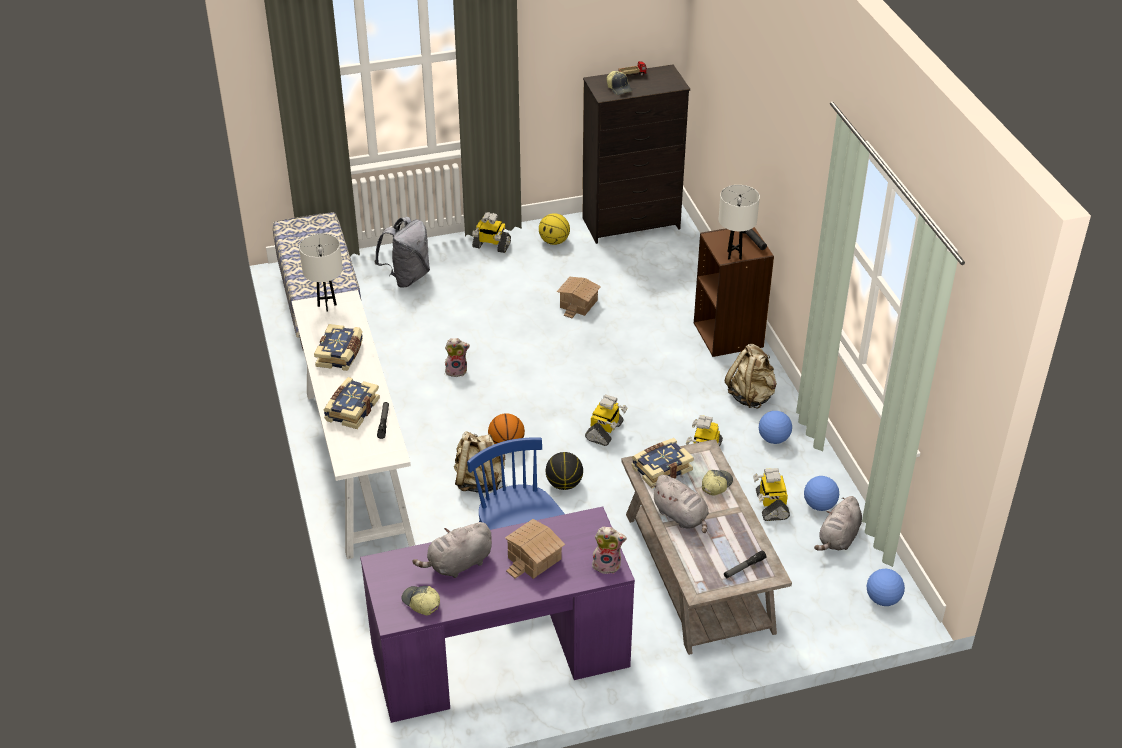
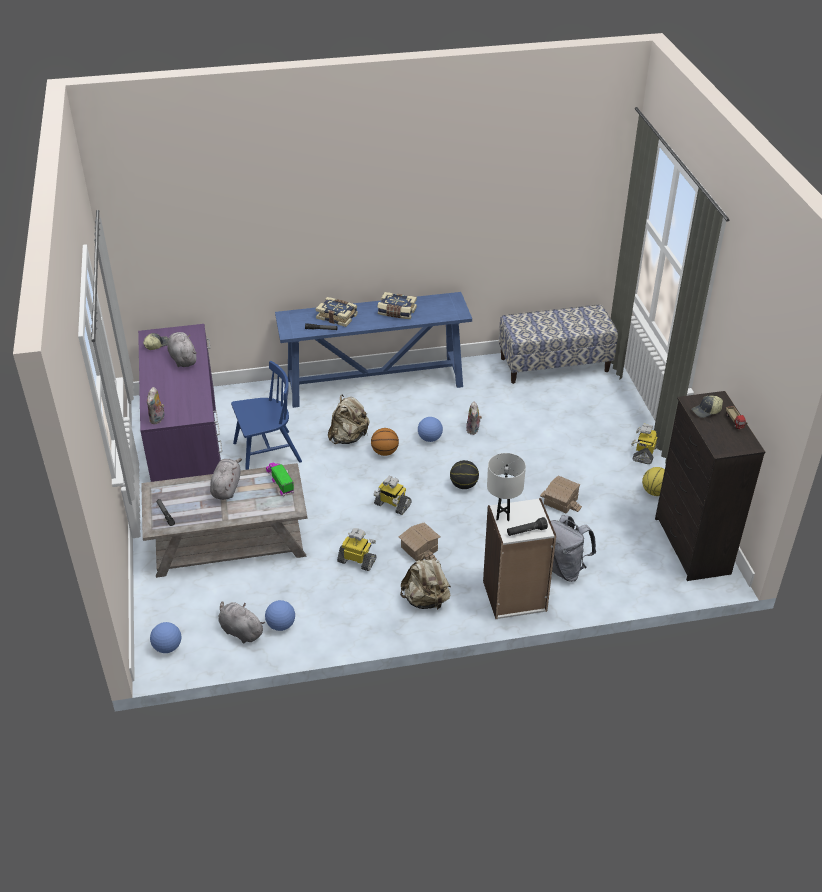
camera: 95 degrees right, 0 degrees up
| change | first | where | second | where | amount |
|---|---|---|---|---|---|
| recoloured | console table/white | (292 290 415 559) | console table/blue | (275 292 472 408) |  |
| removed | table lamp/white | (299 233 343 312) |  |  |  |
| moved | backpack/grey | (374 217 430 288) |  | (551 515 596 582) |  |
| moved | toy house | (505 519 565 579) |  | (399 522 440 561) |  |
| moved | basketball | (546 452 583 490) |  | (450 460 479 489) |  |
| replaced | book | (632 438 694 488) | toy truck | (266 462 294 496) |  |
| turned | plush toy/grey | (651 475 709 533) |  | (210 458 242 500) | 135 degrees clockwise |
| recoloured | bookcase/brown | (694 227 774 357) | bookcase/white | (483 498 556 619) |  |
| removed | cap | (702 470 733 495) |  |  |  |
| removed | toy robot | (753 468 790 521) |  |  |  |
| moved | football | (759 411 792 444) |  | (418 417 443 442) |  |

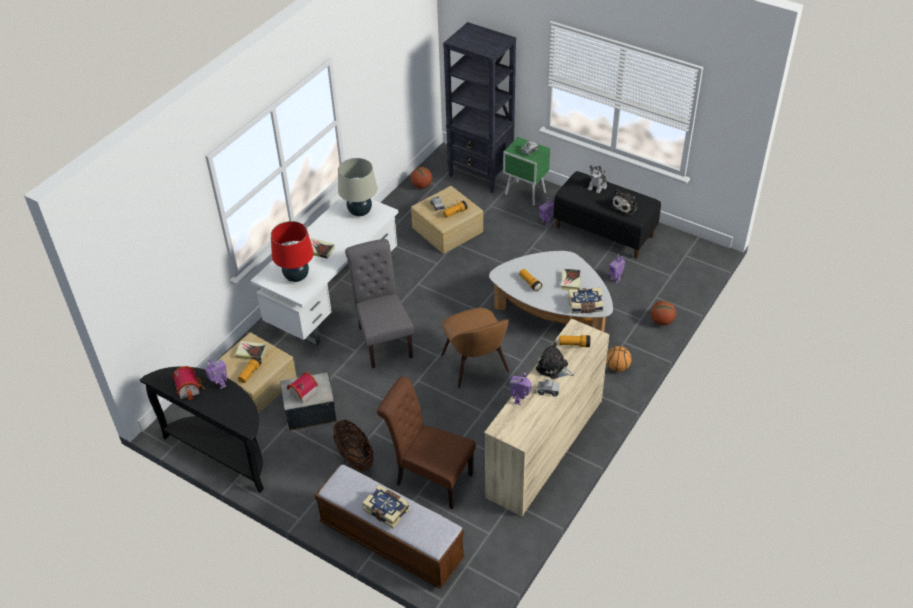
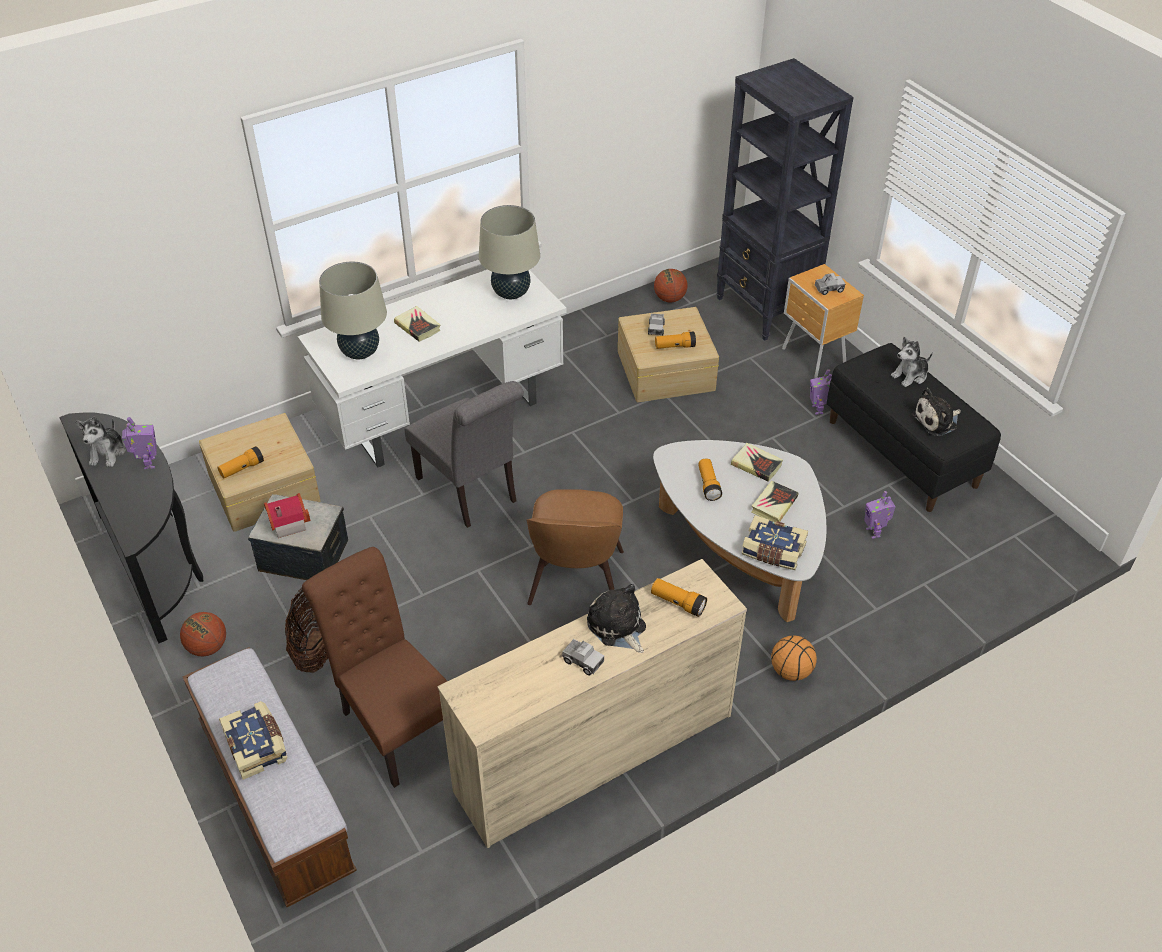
camera: 25 degrees right, 0 degrees up
| change | first | where | second | where | amount |
|---|---|---|---|---|---|
| replaced | toy house | (173 366 205 400) | plush toy | (76 417 126 467) |  |
| moved | book | (235 341 266 360) |  | (731 443 783 482) |  |
| recoloured | table lamp/red | (271 221 314 282) | table lamp/beige | (319 262 387 359) |  |
| turned | chair/grey | (345 239 414 368) |  | (404 381 524 528) | 135 degrees clockwise |
| recoloured | nightstand/green | (503 137 550 206) | nightstand/brown | (782 264 864 378) |  |
| removed | toy robot | (510 373 531 405) |  |  |  |
| moved | basketball | (651 301 676 326) |  | (180 612 226 656) |  |

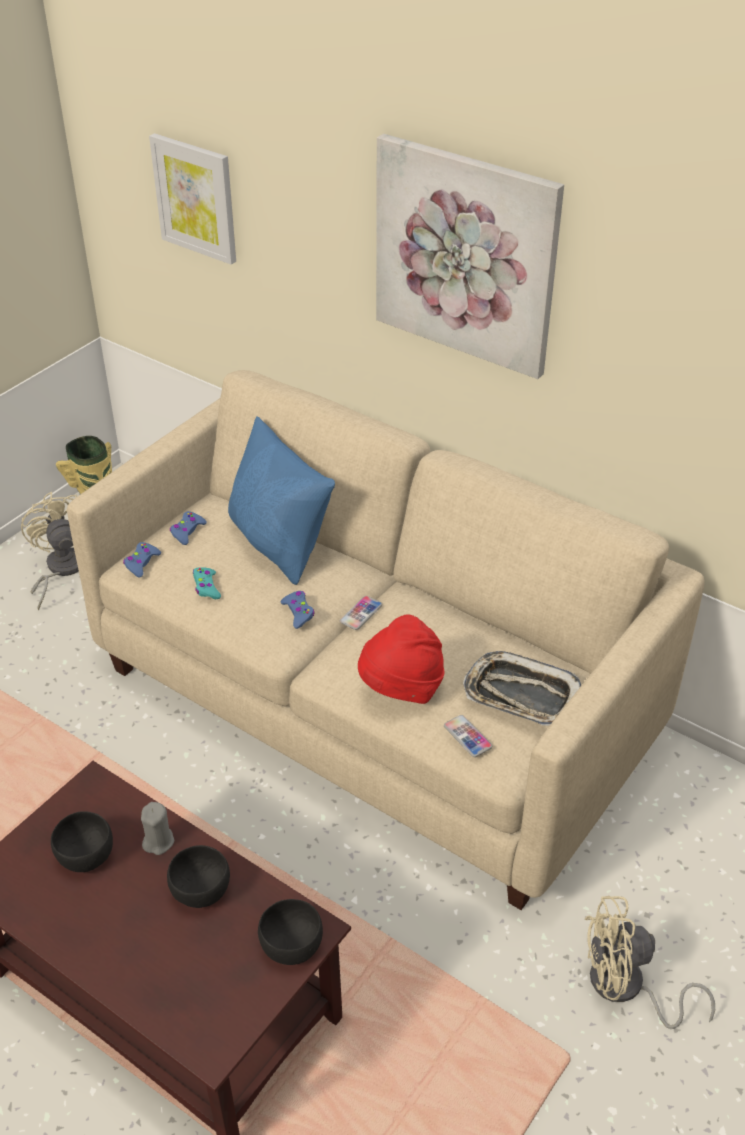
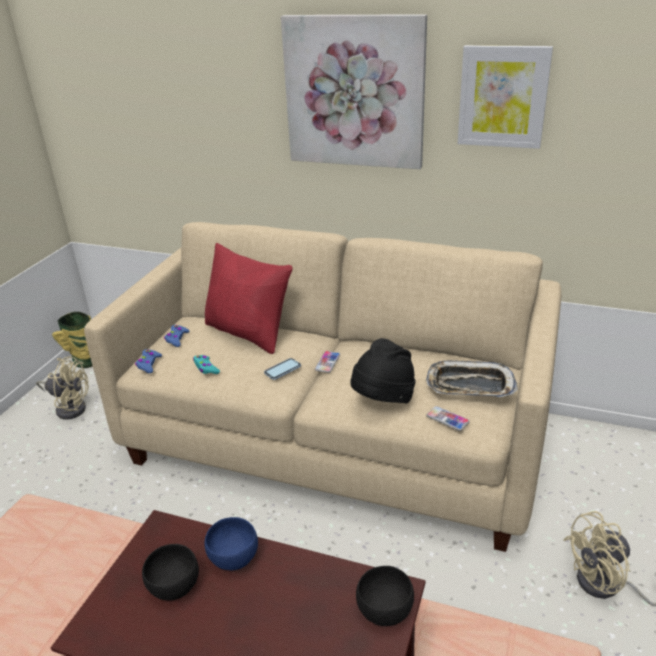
camera: 15 degrees left, 10 degrees down
| change | first | where | second | where | amount |
|---|---|---|---|---|---|
| turned | fan/beige | (21 492 79 610) |  | (36 356 89 420) | 135 degrees clockwise |
| replaced | candle/grey | (141 802 175 855) | bowl/blue | (205 517 258 570) |  |
| moved | picture | (149 133 236 265) |  | (458 45 553 149) |  |
| removed | bowl/black | (167 845 230 908) |  |  |  |
| recoloured | pillow/blue | (228 416 335 585) | pillow/red | (205 243 293 354) |  |
| replaced | game controller/blue | (281 591 314 629) | phone | (264 358 301 380) |  |
| recoloured | hat/red | (358 614 444 704) | hat/black | (350 338 416 403) |  |

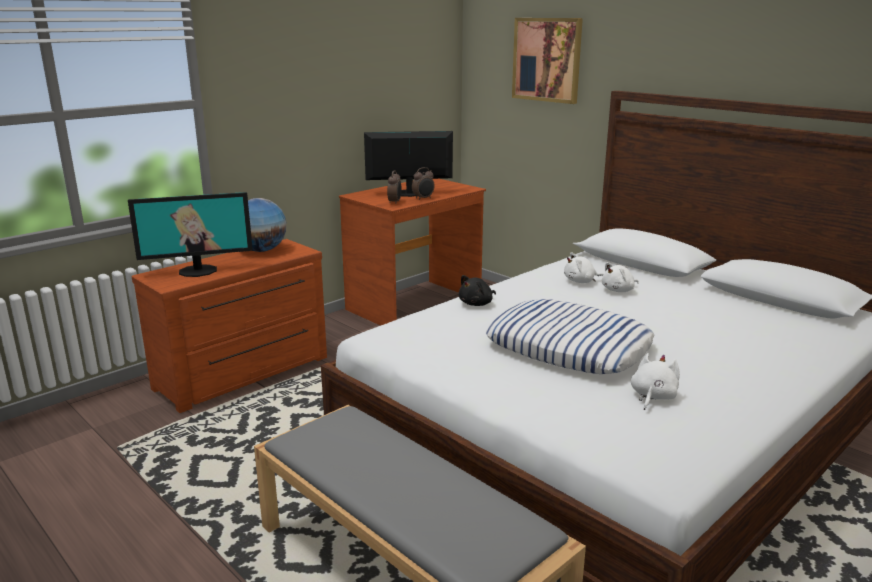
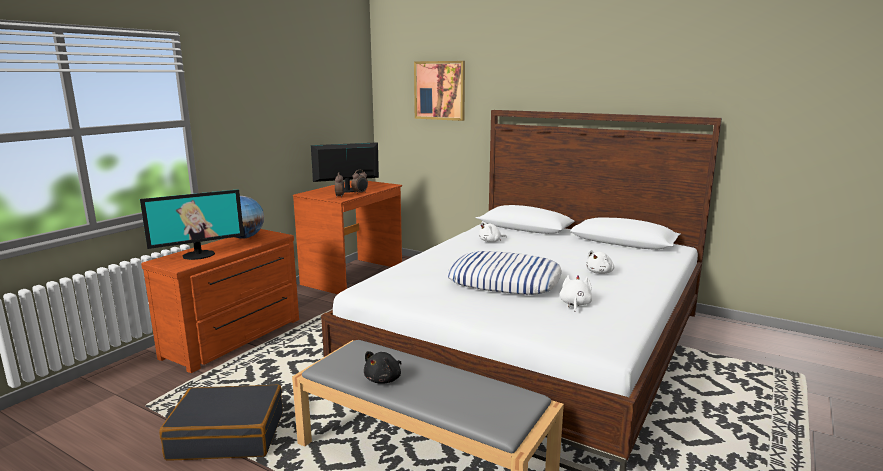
camera: 15 degrees left, 5 degrees down
| change | first | where | second | where | amount |
|---|---|---|---|---|---|
| moved | plush toy/black | (459 275 496 306) |  | (364 351 402 383) |  |
| moved | plush toy/white | (602 262 639 292) |  | (586 250 614 274) |  |
| added |  |  | suitcase/black | (159 384 283 460) |  |

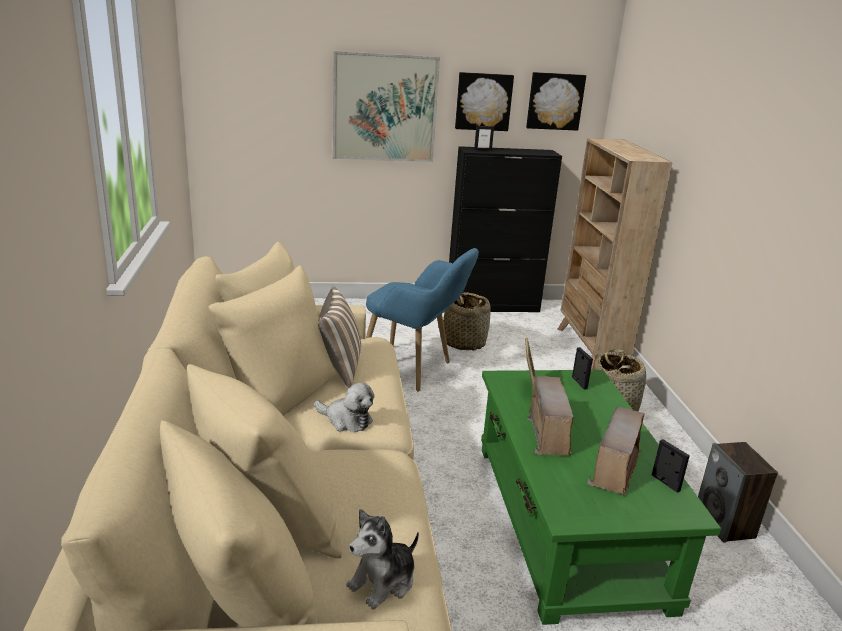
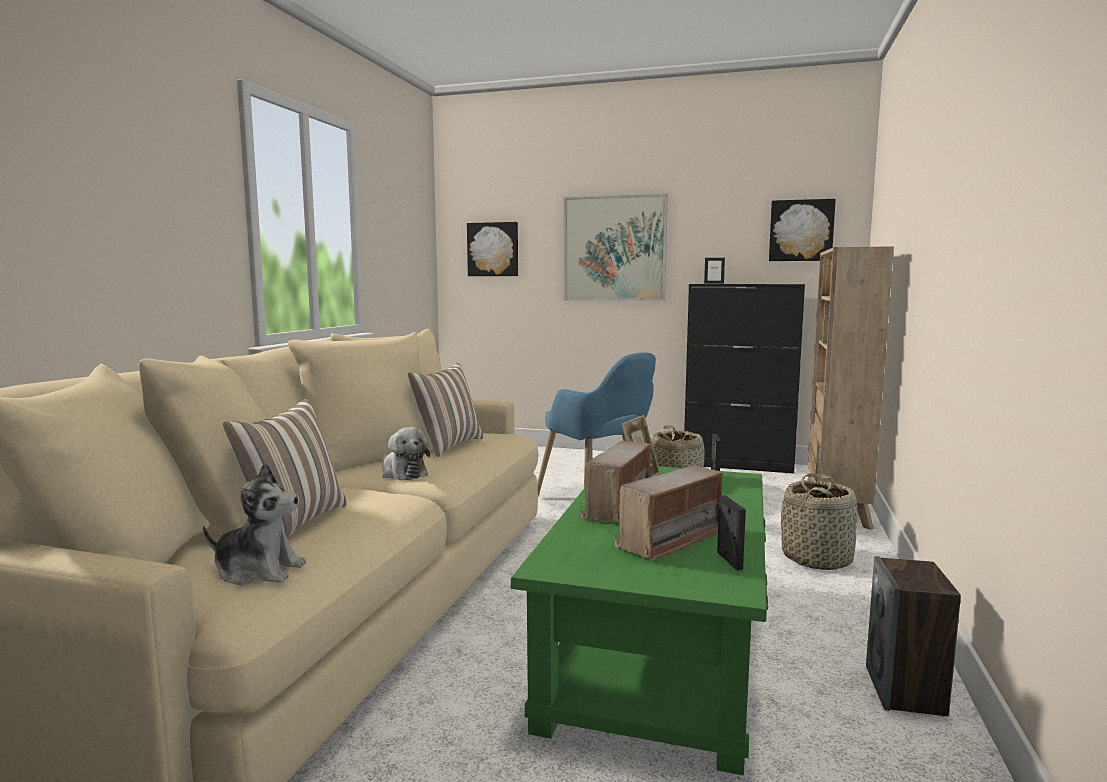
camera: 25 degrees right, 15 degrees down
| change | first | where | second | where | amount |
|---|---|---|---|---|---|
| turned | plush toy | (346 509 419 609) |  | (203 463 306 585) | 150 degrees counterclockwise |
| moved | picture | (455 72 514 131) |  | (467 222 518 276) |  |
| added |  |  | pillow | (223 399 347 538) |  |

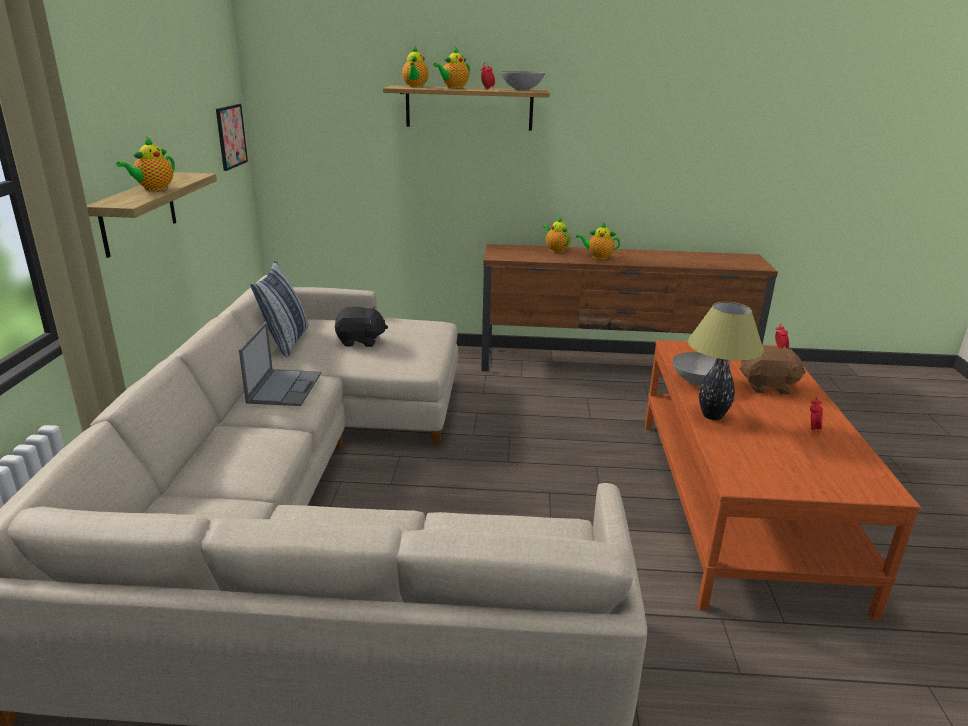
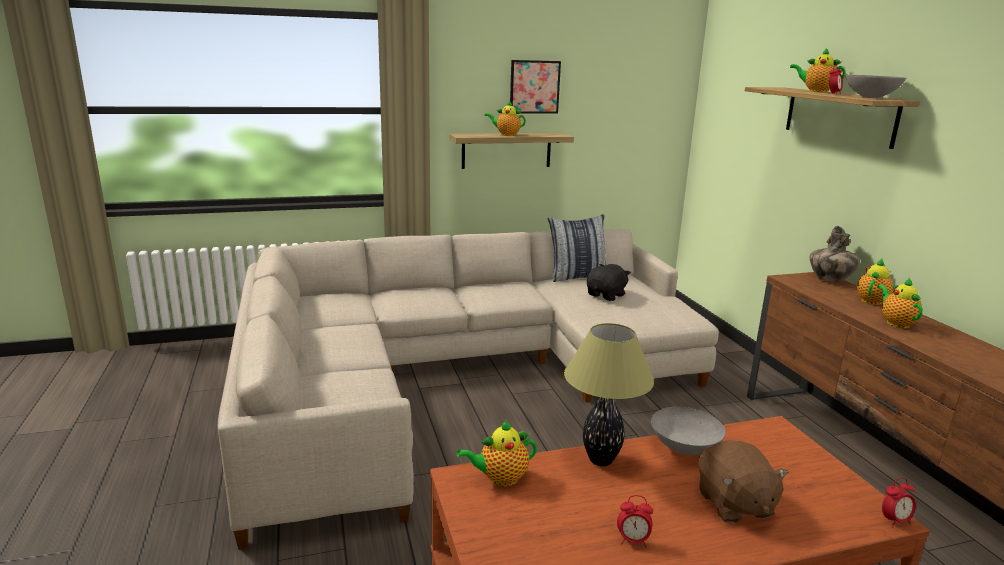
camera: 70 degrees right, 5 degrees down
| change | first | where | second | where | amount |
|---|---|---|---|---|---|
| moved | picture | (216 104 248 171) |  | (510 60 561 114) |  |
| removed | laptop | (239 322 321 406) |  |  |  |
| turned | plush toy/black | (335 307 388 347) |  | (587 264 631 301) | 120 degrees counterclockwise |
| moved | teapot | (402 46 429 87) |  | (456 420 537 487) |  |
| added |  |  | vase | (810 226 860 282) |  |

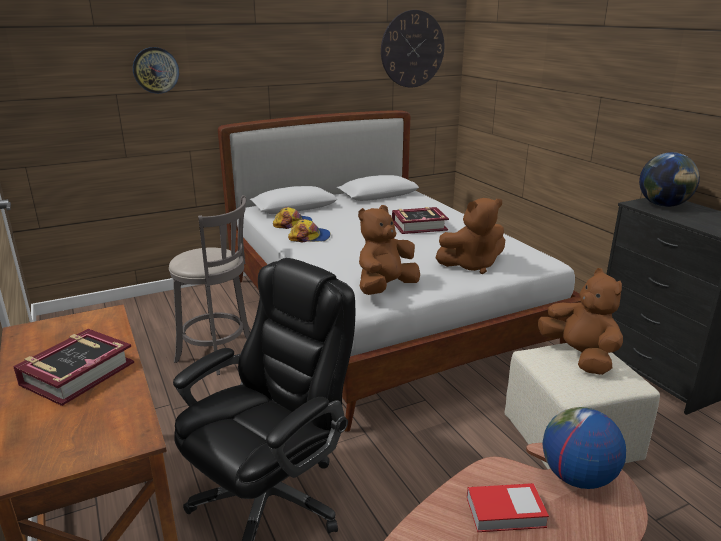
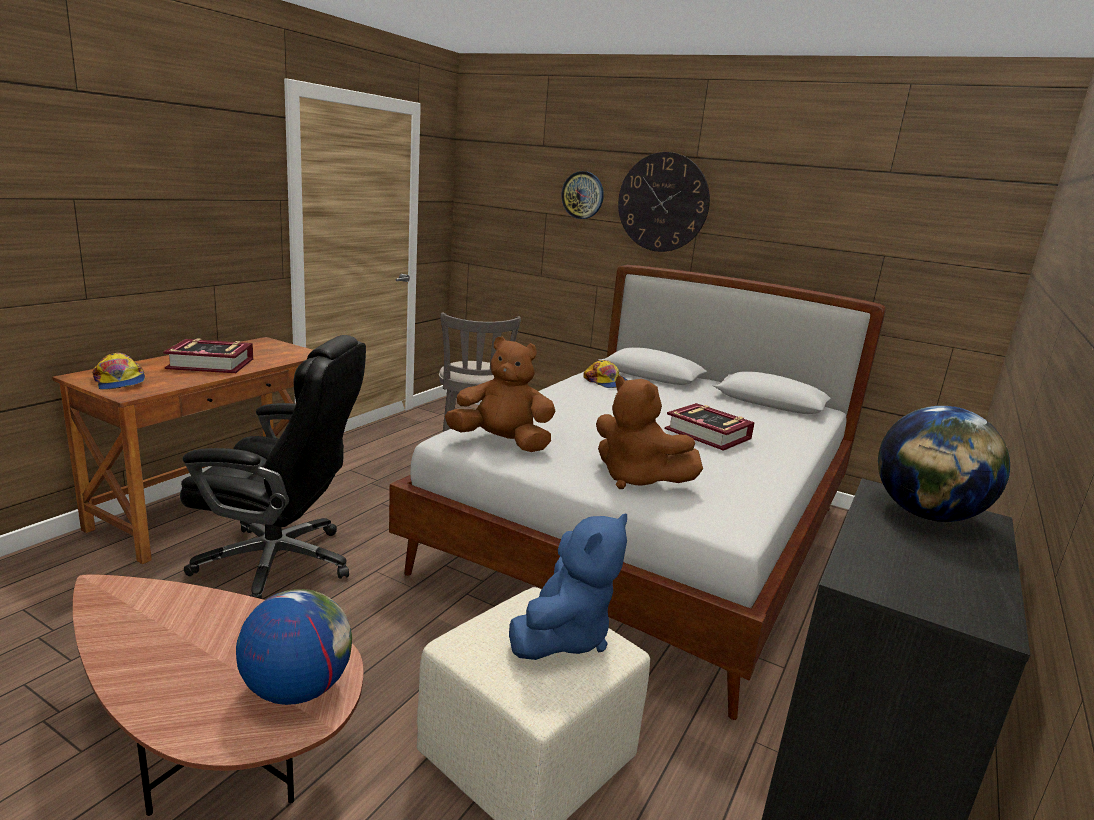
camera: 55 degrees right, 5 degrees down
| change | first | where | second | where | amount |
|---|---|---|---|---|---|
| moved | cap | (288 219 330 242) |  | (93 353 145 390) |  |
| moved | wall clock | (381 10 444 88) |  | (618 152 710 252) |  |
| removed | book | (467 483 549 532) |  |  |  |
| recoloured | plush toy/brown | (538 268 623 375) | plush toy/blue | (509 513 627 660) |  |

